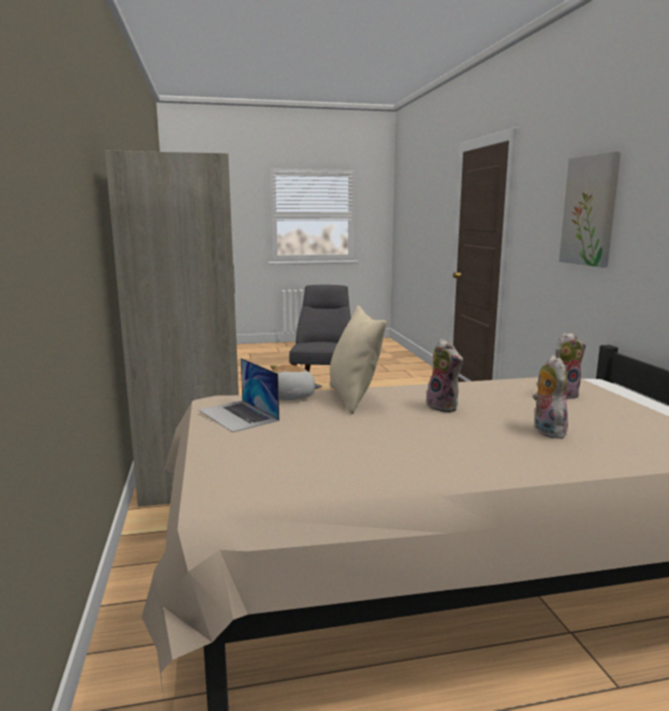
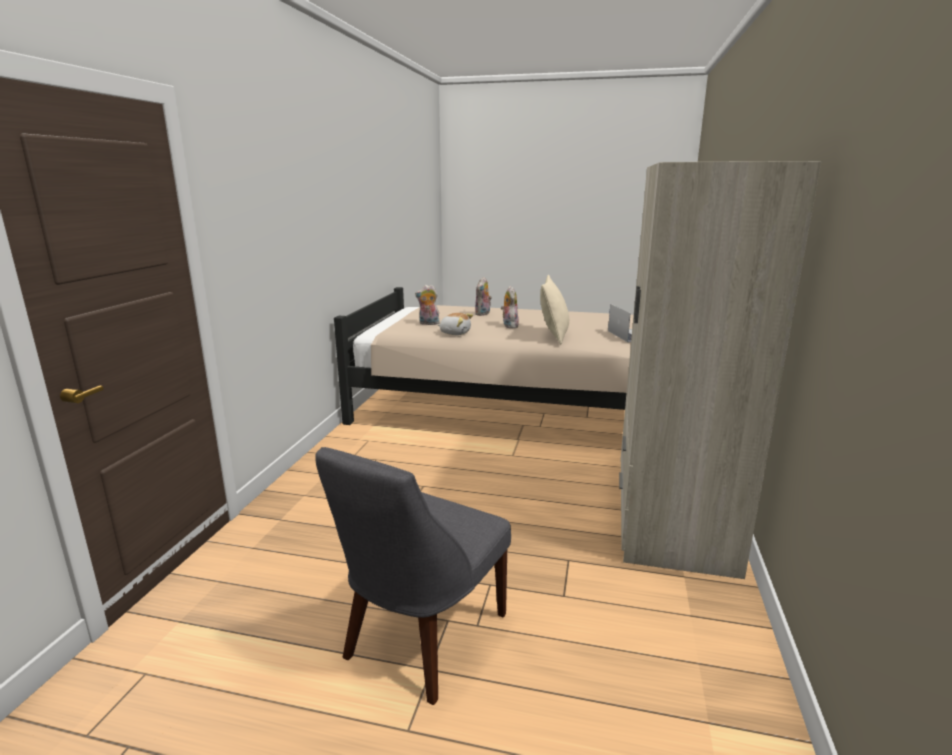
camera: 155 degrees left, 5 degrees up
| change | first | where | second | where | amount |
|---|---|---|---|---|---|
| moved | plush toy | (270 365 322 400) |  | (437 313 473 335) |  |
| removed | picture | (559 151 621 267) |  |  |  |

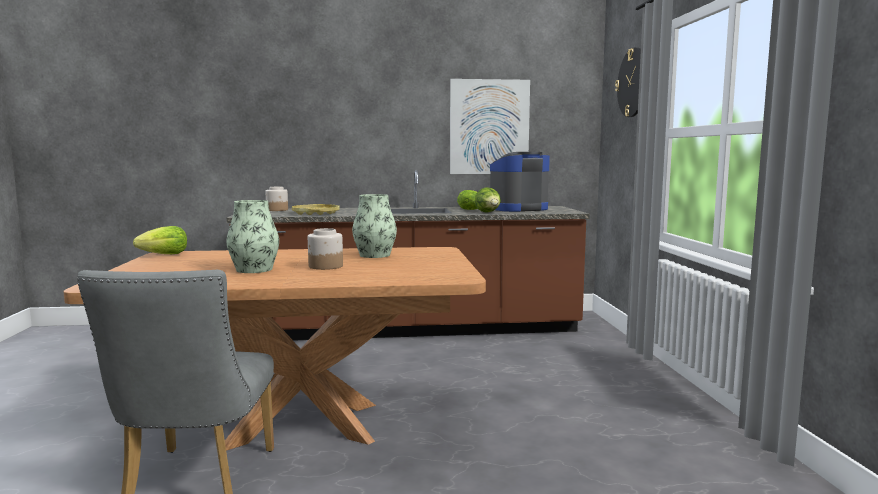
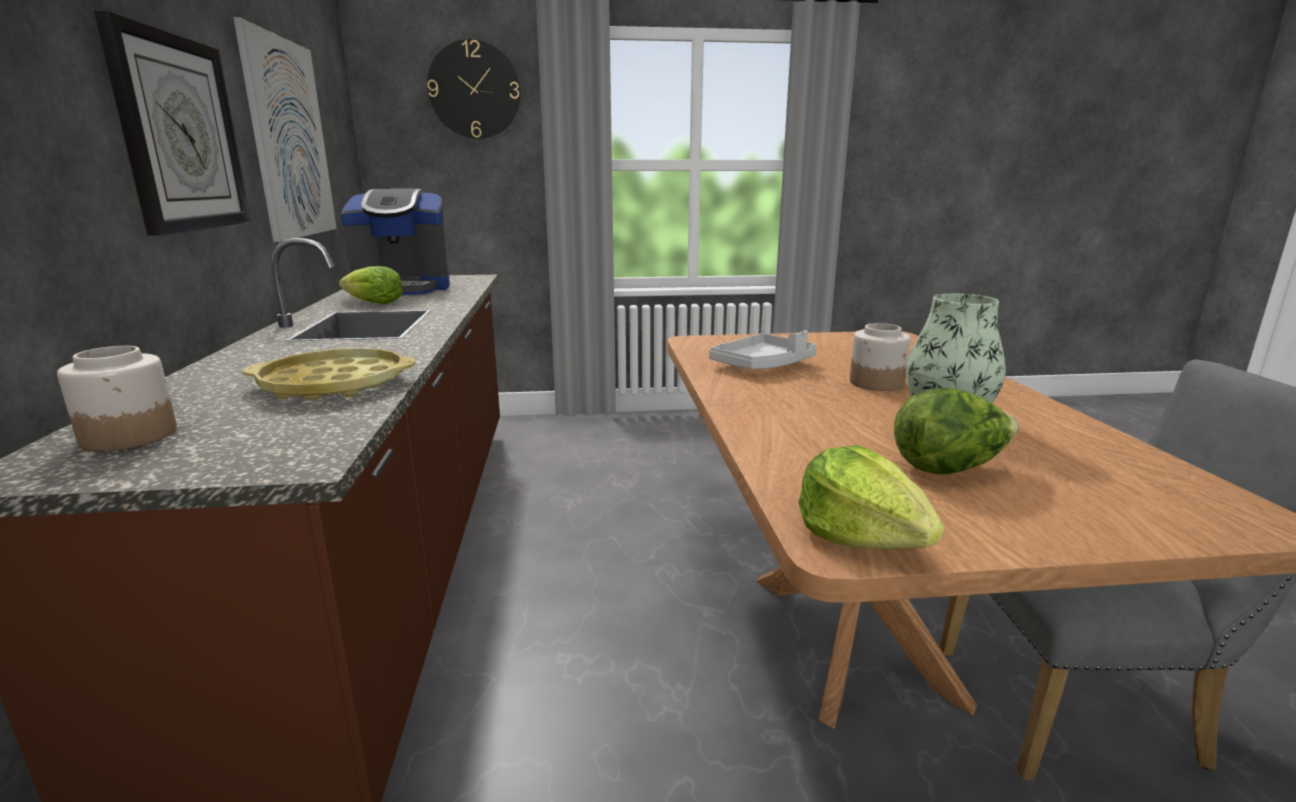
camera: 90 degrees left, 10 degrees up
| change | first | where | second | where | amount |
|---|---|---|---|---|---|
| replaced | vase | (352 194 397 258) | tray/grey | (709 330 817 370) |  |
| moved | lettuce | (475 187 501 213) |  | (894 388 1019 475) |  |
| turned | coffee machine | (490 152 550 212) |  | (341 189 450 295) | 75 degrees counterclockwise |
| added |  |  | wall clock | (94 11 251 235) |  |

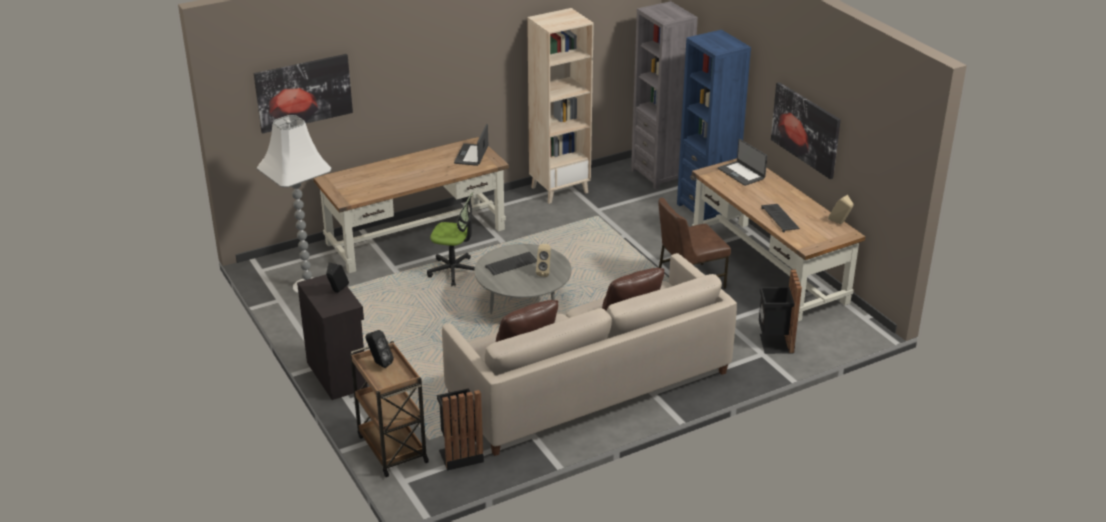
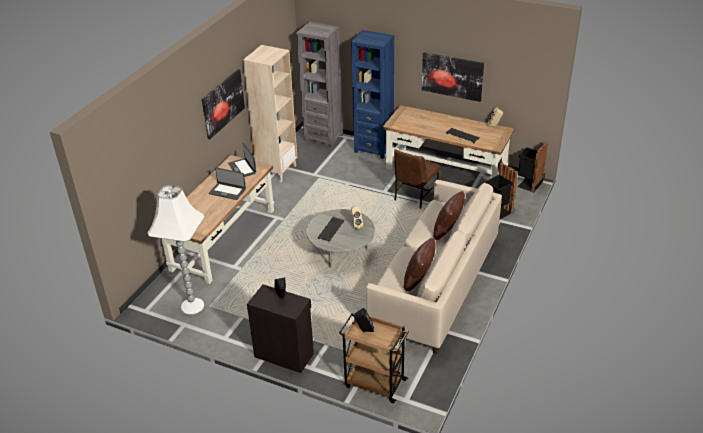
camera: 35 degrees left, 5 degrees up
| change | first | where | second | where | amount |
|---|---|---|---|---|---|
| moved | picture | (254 54 353 134) |  | (202 69 245 139) |  |
| removed | office chair | (427 192 475 286) |  |  |  |
| moved | trash can/black | (437 388 484 471) |  | (518 142 548 192) |  |
| moved | laptop | (718 139 767 186) |  | (209 167 246 200) |  |

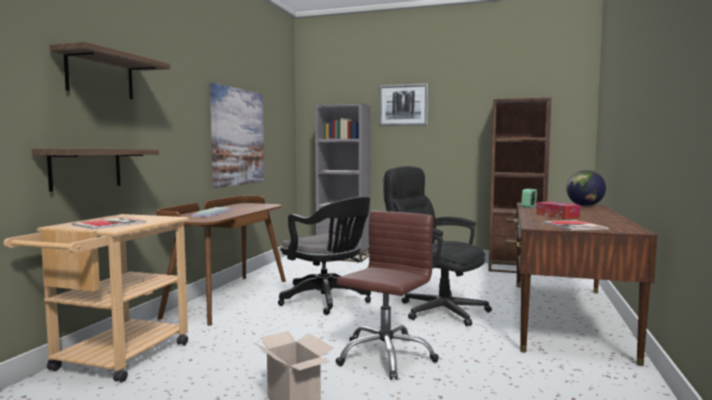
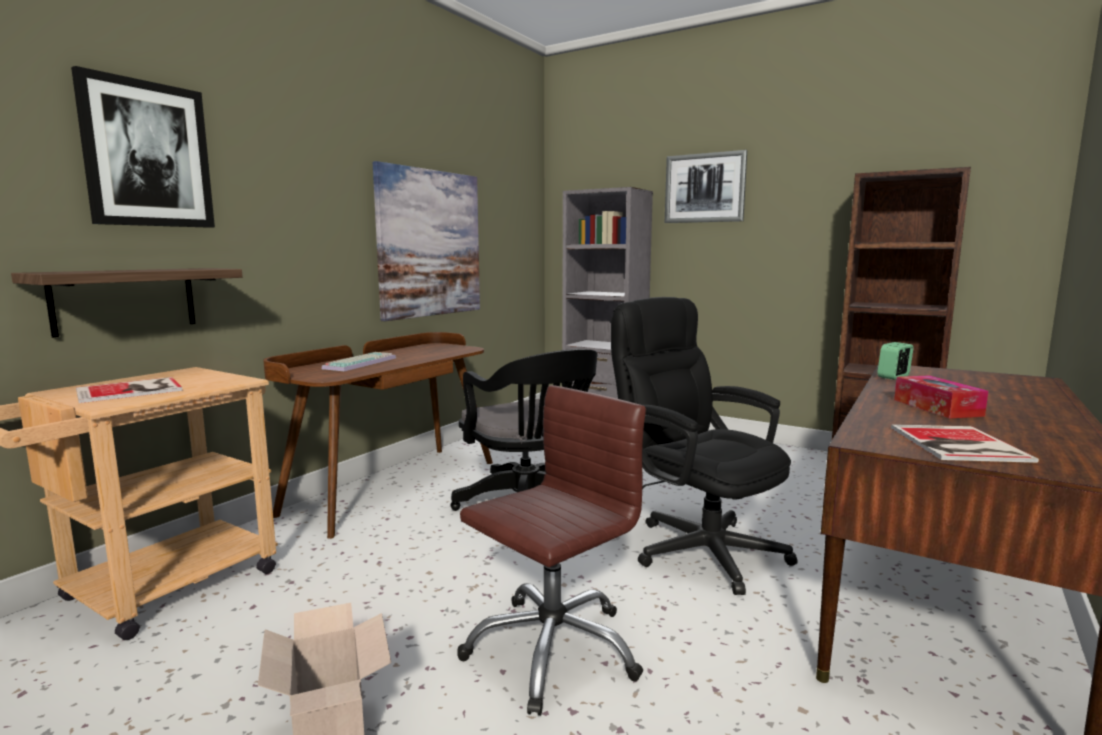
camera: 15 degrees right, 5 degrees up
| change | first | where | second | where | amount |
|---|---|---|---|---|---|
| replaced | shelf | (49 42 170 99) | picture | (71 66 215 228) |  |
| removed | globe | (566 170 606 206) |  |  |  |

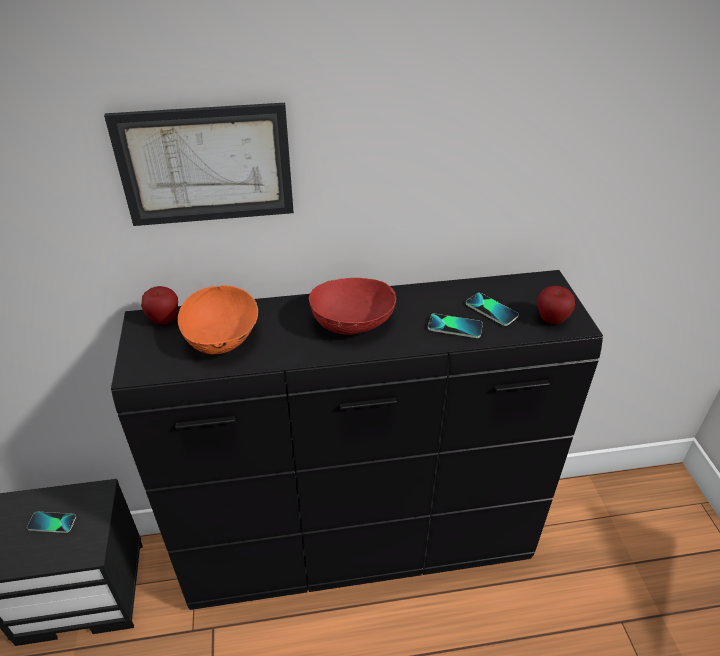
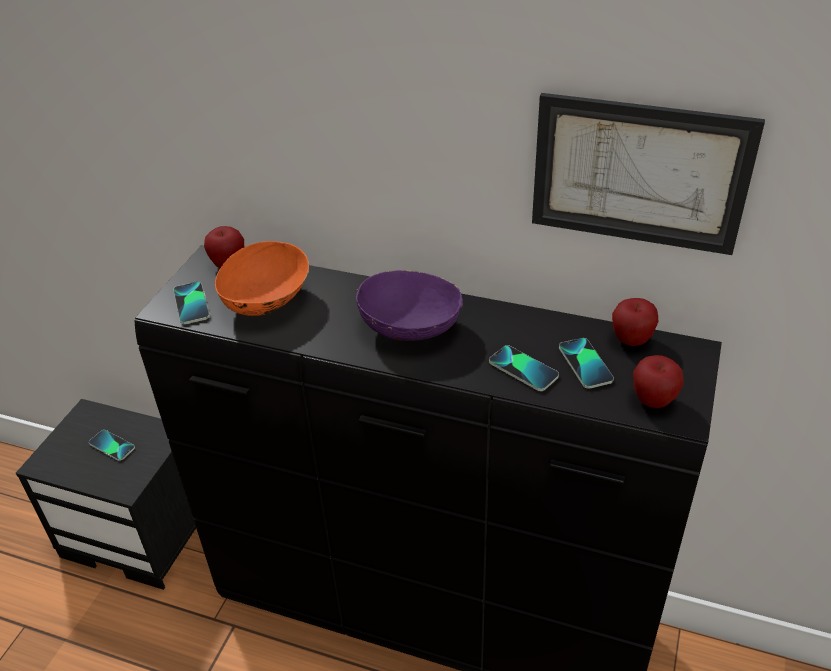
camera: 30 degrees right, 0 degrees up
| change | first | where | second | where | amount |
|---|---|---|---|---|---|
| moved | picture | (104 103 294 226) |  | (532 93 765 255) |  |
| recoloured | bowl/red | (309 278 396 335) | bowl/purple | (356 270 463 341) |  |
| added |  |  | phone | (173 282 210 324) |  |
| added |  |  | apple | (612 298 658 346) |  |

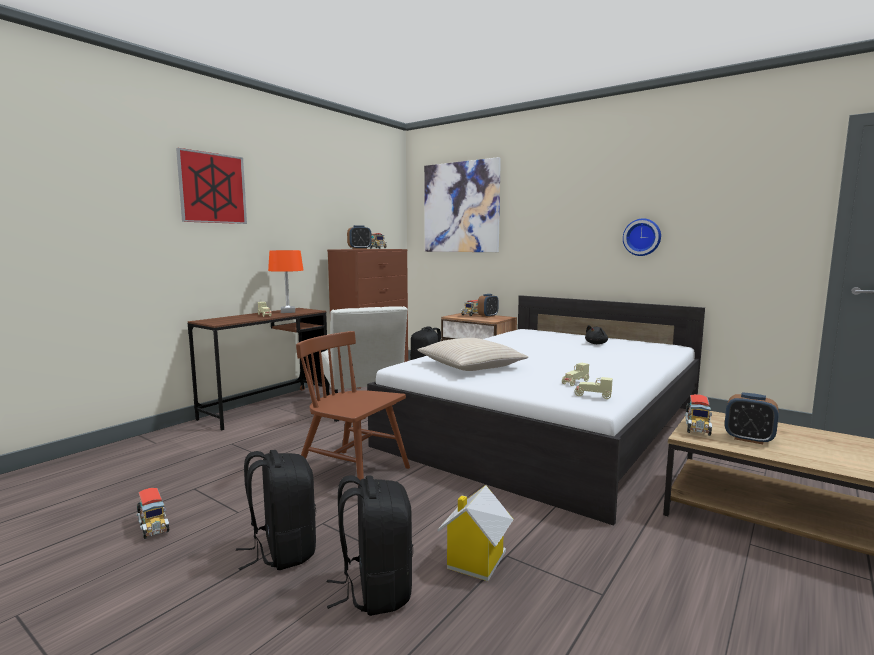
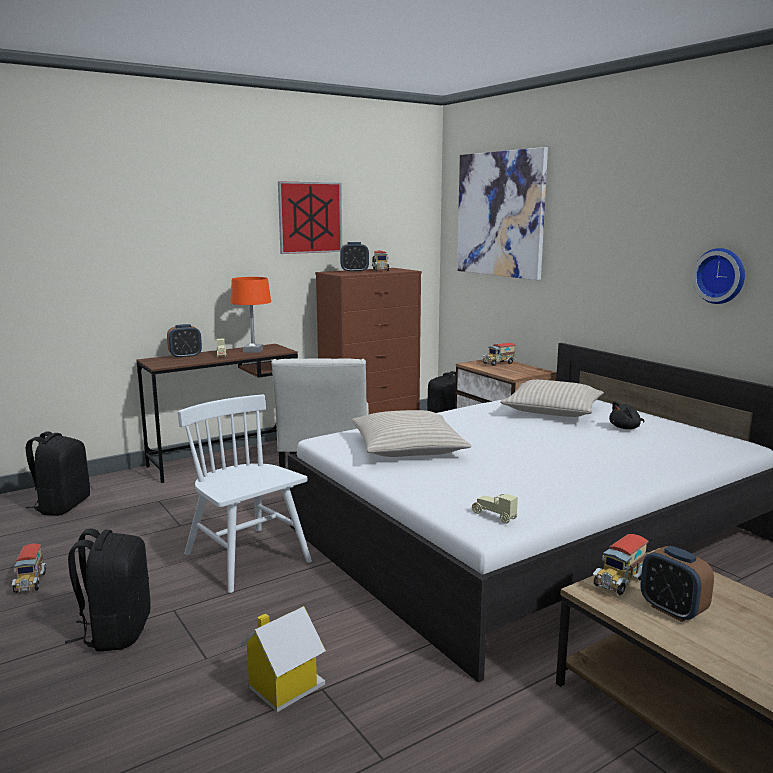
camera: 20 degrees right, 5 degrees up
| change | first | where | second | where | amount |
|---|---|---|---|---|---|
| moved | picture | (176 148 247 224) |  | (278 181 342 254) |  |
| recoloured | chair/brown | (296 331 410 480) | chair/white | (178 394 312 593) |  |
| moved | backpack/black | (327 475 413 616) |  | (26 431 90 516) |  |
| moved | alarm clock | (478 294 499 317) |  | (167 324 202 359) |  |
| removed | toy car/beige | (562 363 589 386) |  |  |  |
| added |  |  | pillow/beige | (500 380 604 417) |  |

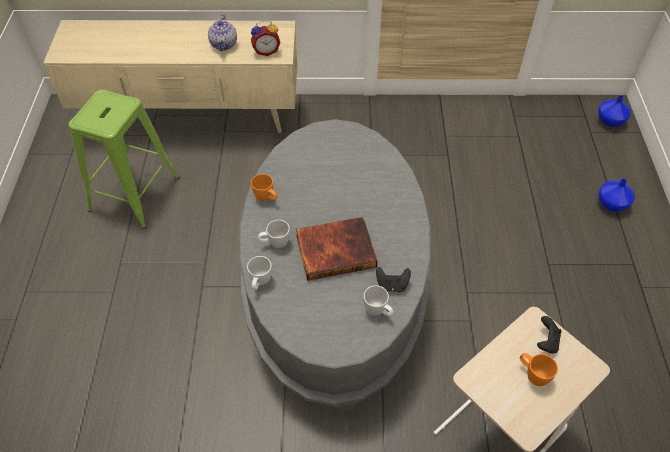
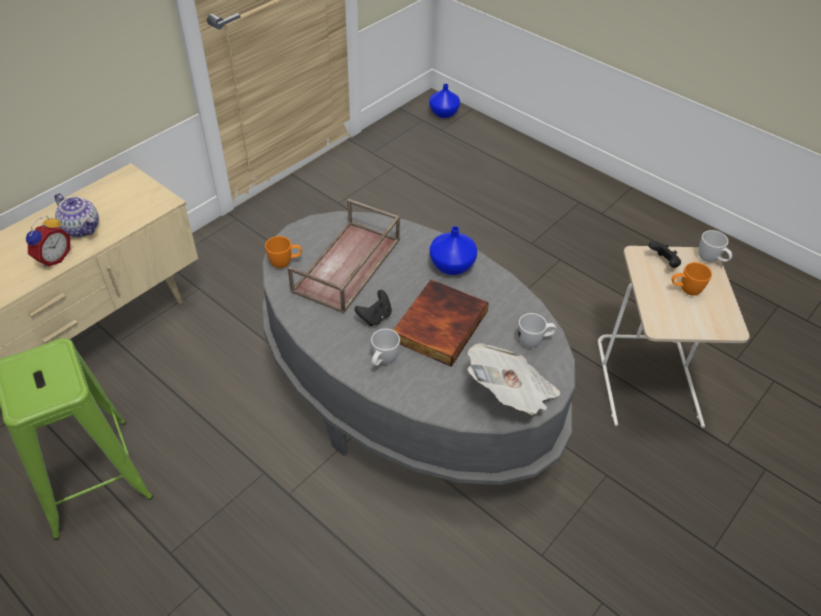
camera: 50 degrees left, 5 degrees down
| change | first | where | second | where | amount |
|---|---|---|---|---|---|
| moved | mug/white | (247 256 272 290) |  | (699 230 732 262) |  |
| moved | alarm clock | (251 21 280 56) |  | (26 215 70 268) |  |
| moved | mug/orange | (251 174 277 201) |  | (265 236 302 268) |  |
| moved | game controller/black | (376 267 411 293) |  | (355 290 392 326) |  |
| moved | vase/blue | (598 179 635 212) |  | (429 226 477 275) |  |
| added |  |  | tray/brown | (288 199 400 314) |  |
| added |  |  | newspaper | (467 343 560 415) |  |

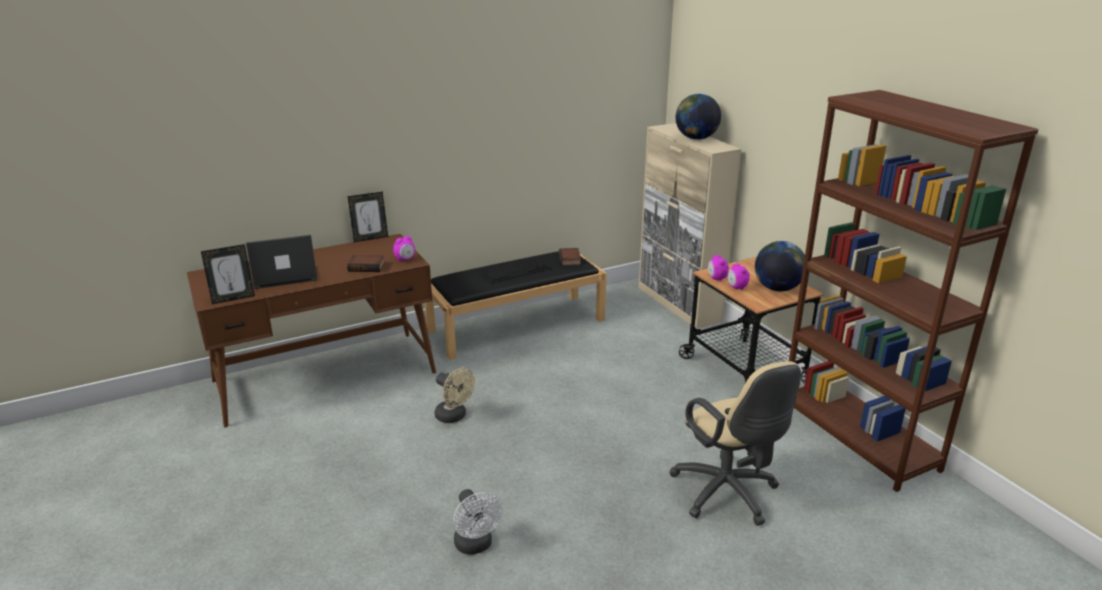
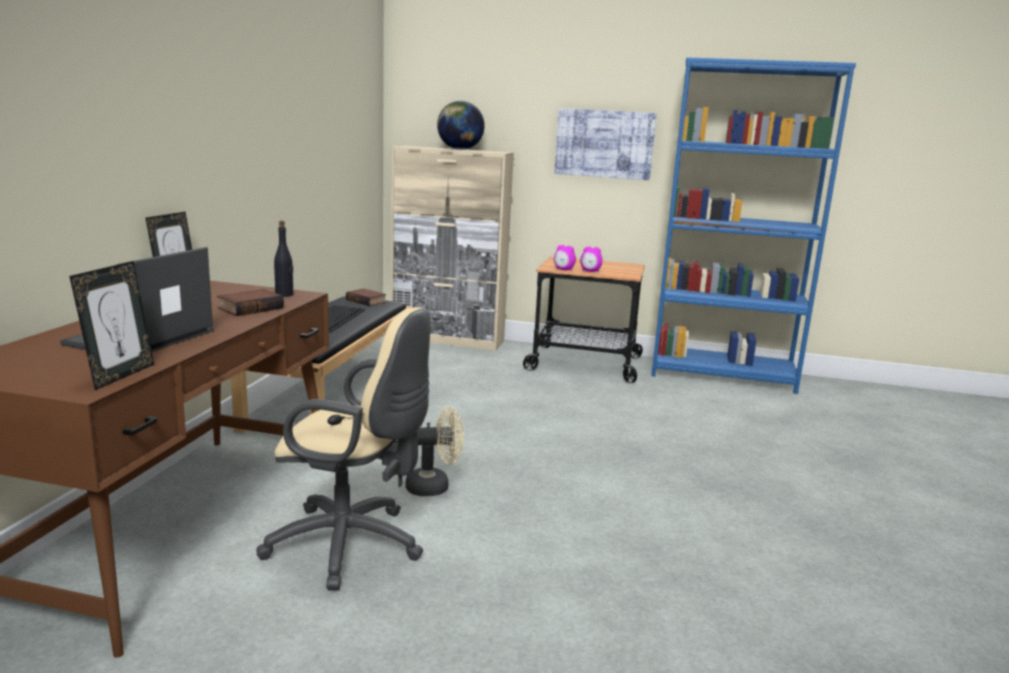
camera: 50 degrees left, 10 degrees down
| change | first | where | second | where | amount |
|---|---|---|---|---|---|
| replaced | alarm clock | (393 236 415 261) | bottle/black | (274 221 293 297) |  |
| removed | fan/white | (453 489 502 555) |  |  |  |
| moved | office chair/beige | (669 361 801 526) |  | (256 307 431 591) |  |
| removed | globe | (755 241 805 292) |  |  |  |
| recoloured | bookcase/brown | (789 90 1039 492) | bookcase/blue | (651 57 856 394) |  |
| added |  |  | picture | (554 108 657 180) |  |

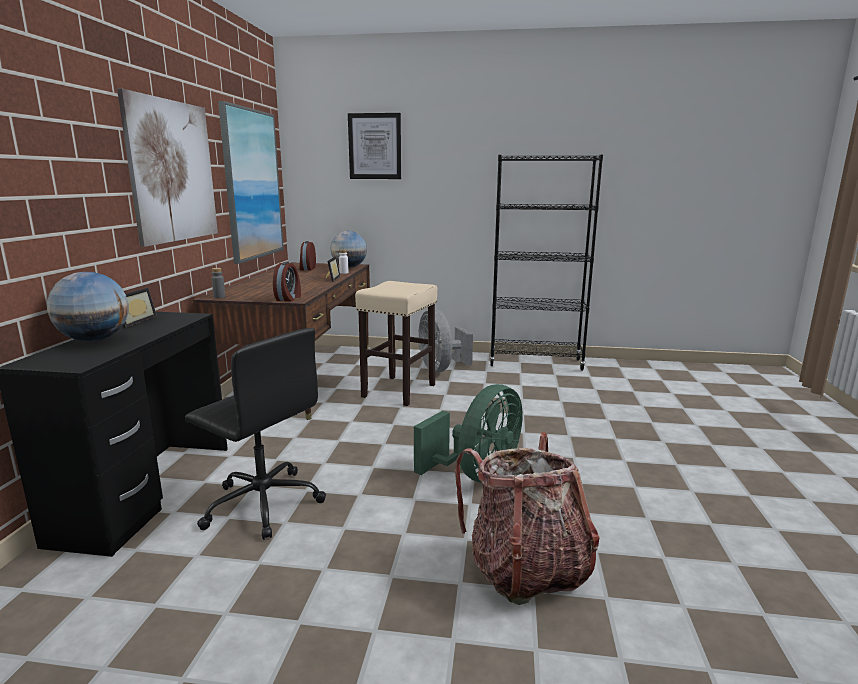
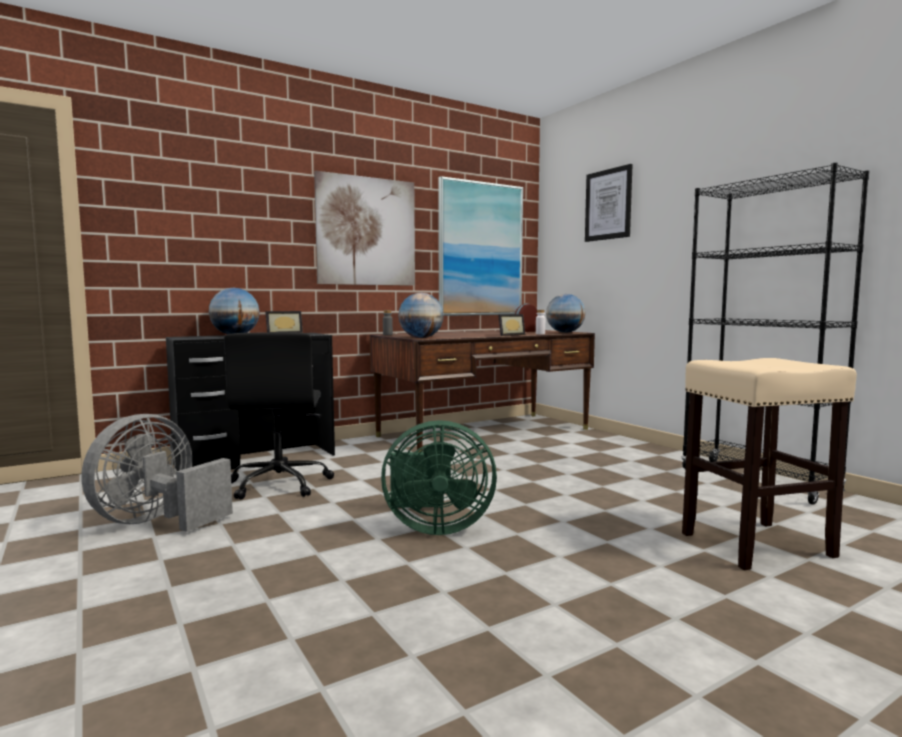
camera: 50 degrees right, 10 degrees down
| change | first | where | second | where | amount |
|---|---|---|---|---|---|
| replaced | alarm clock | (273 262 301 301) | globe | (398 293 444 338) |  |
| moved | stool/beige | (355 281 437 406) |  | (682 358 857 570) |  |
| moved | fan/grey | (418 309 473 372) |  | (81 414 233 532) |  |
| removed | backpack | (455 432 600 605) |  |  |  |

